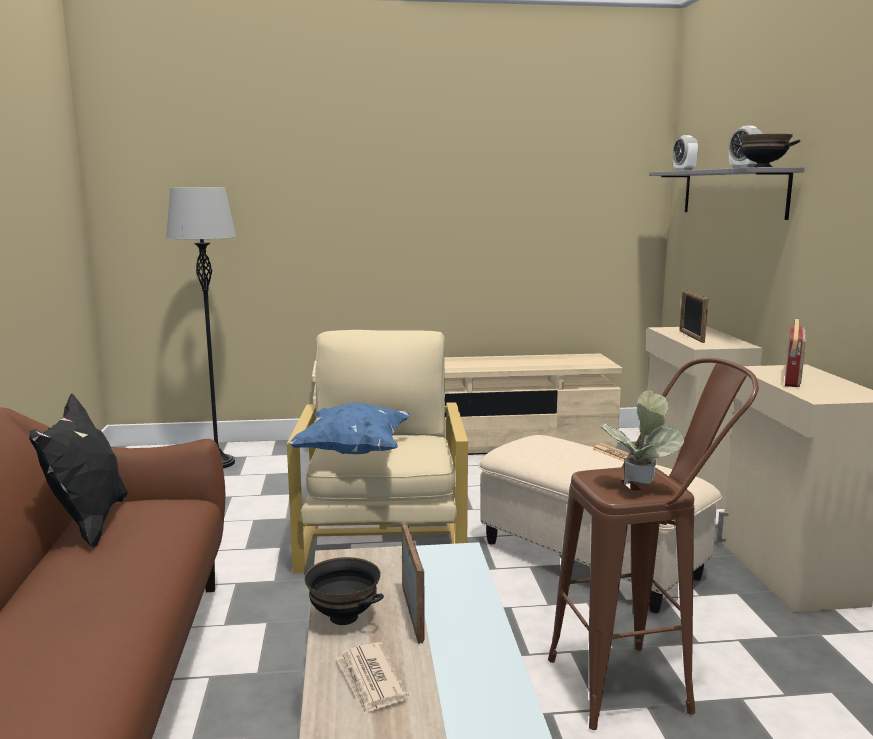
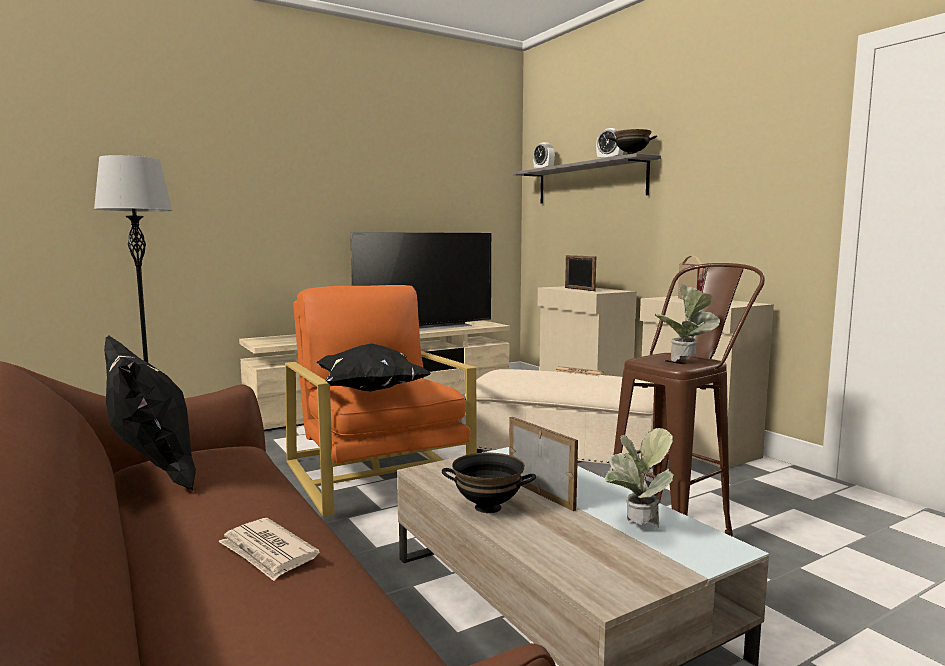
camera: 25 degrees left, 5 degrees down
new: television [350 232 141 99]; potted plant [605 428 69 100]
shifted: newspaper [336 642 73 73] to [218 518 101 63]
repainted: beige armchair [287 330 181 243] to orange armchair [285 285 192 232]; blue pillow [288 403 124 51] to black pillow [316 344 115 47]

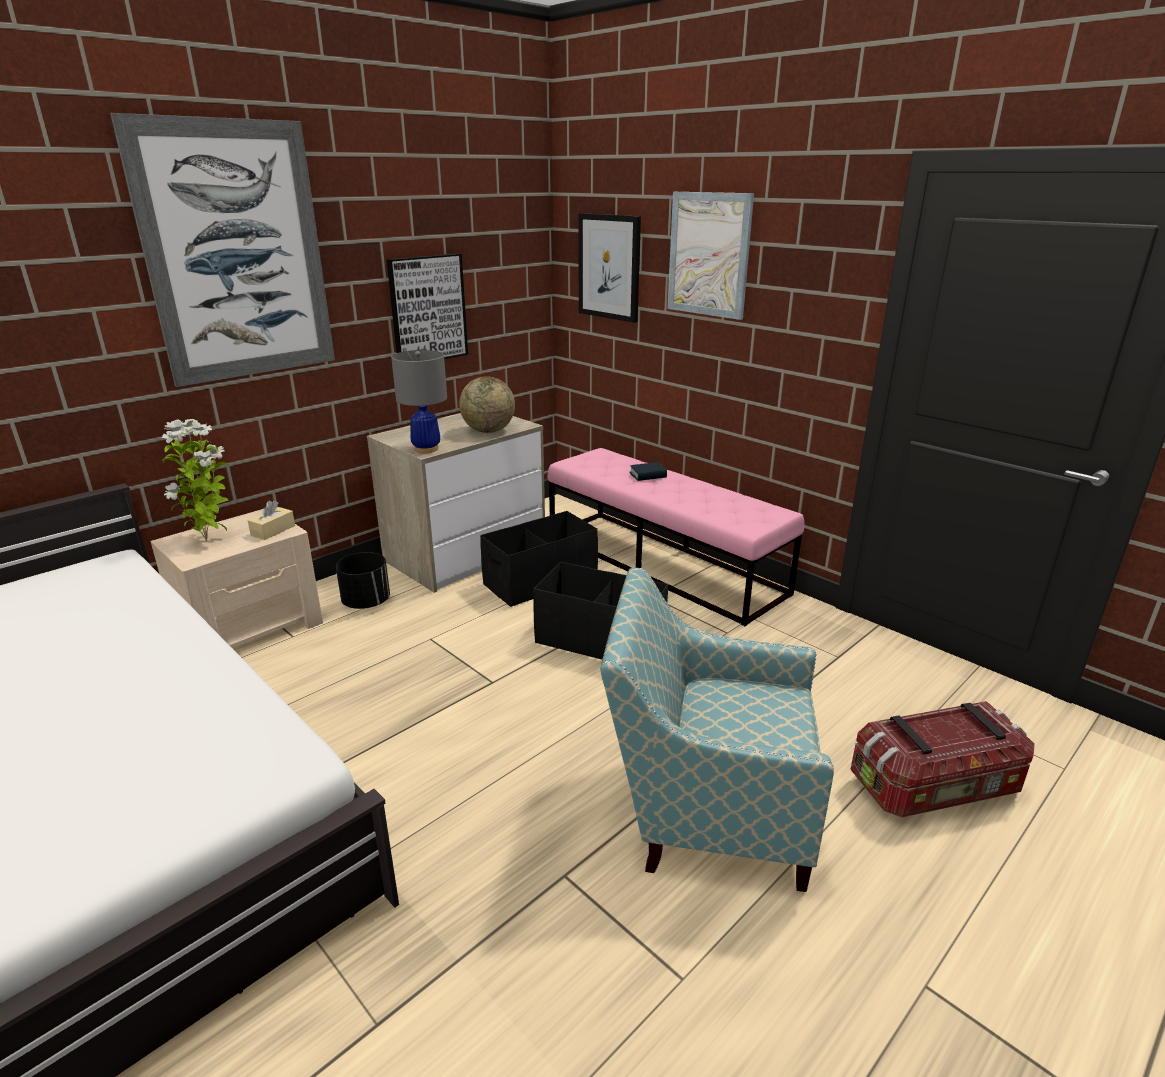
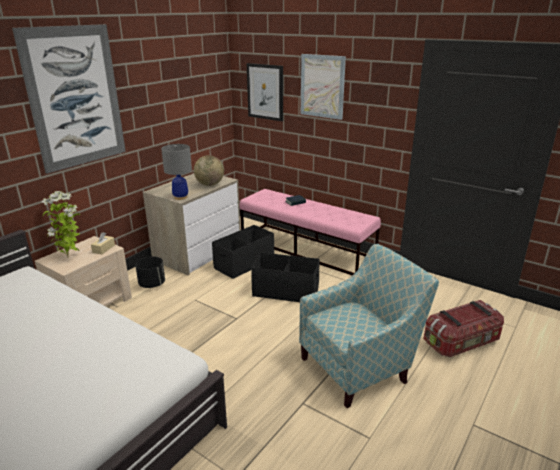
camera: 10 degrees left, 0 degrees up
gone: picture [387 253 81 106]
rotated: armchair [600 567 234 325] = [299 244 140 164] 150 degrees clockwise

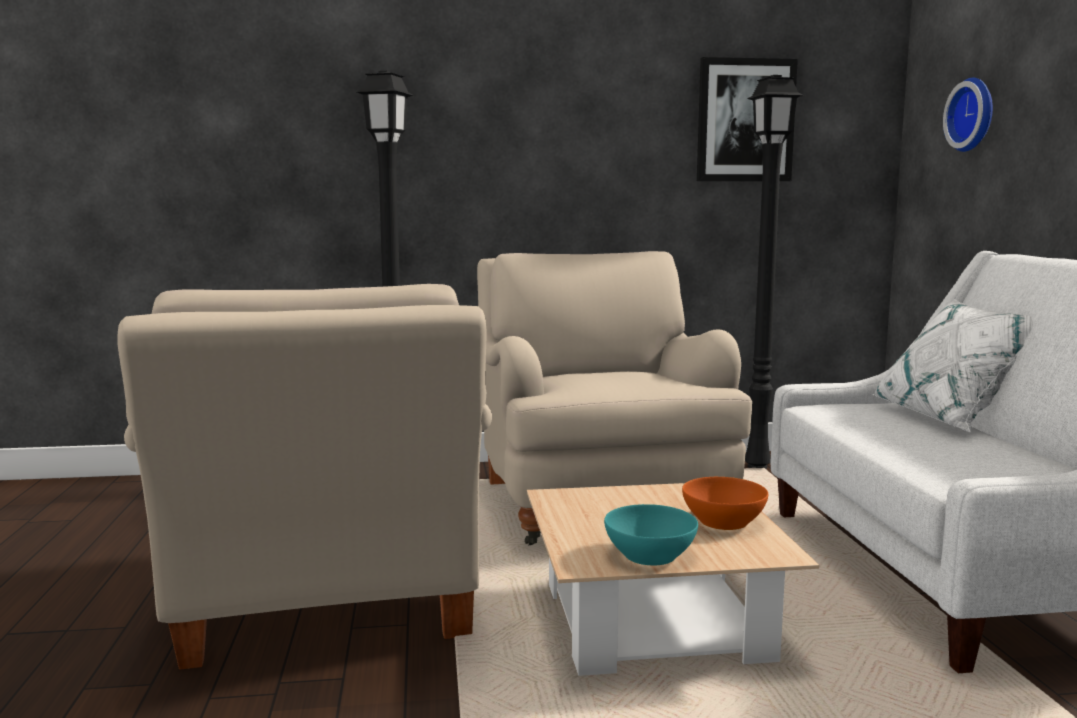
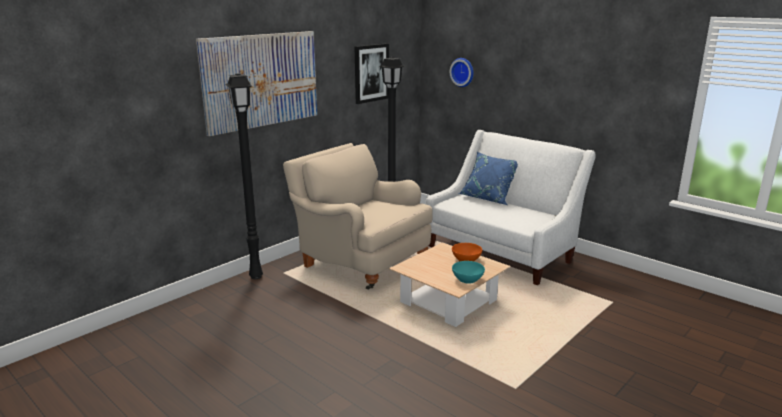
camera: 40 degrees left, 10 degrees up
gone: beige armchair [117 284 375 386]
new: picture [196 31 121 105]
repainted: white pillow [873 299 160 133] to blue pillow [458 152 60 53]

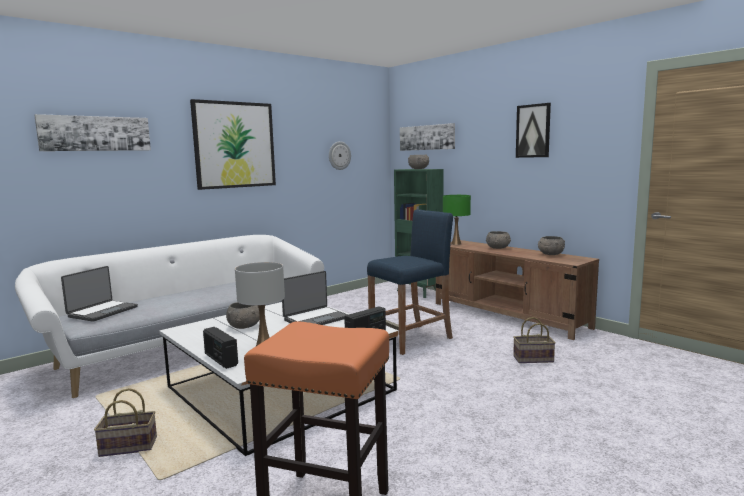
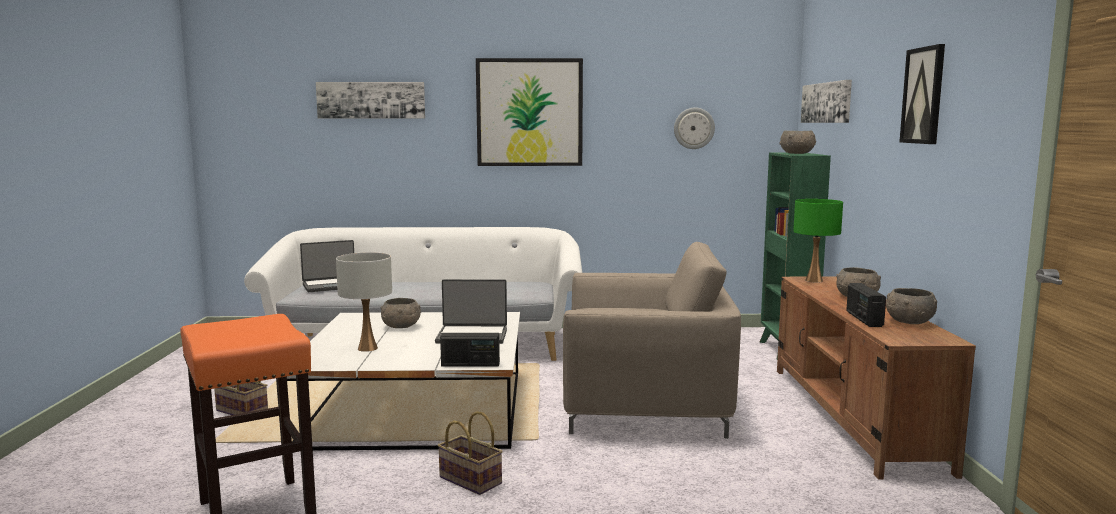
camera: 40 degrees right, 0 degrees up
shifted: radio [203 327 35 42] to [846 283 40 44]; basket [513 317 43 46] to [438 411 65 84]
swapped: blue stool [367 209 86 146] to beige armchair [563 242 178 197]

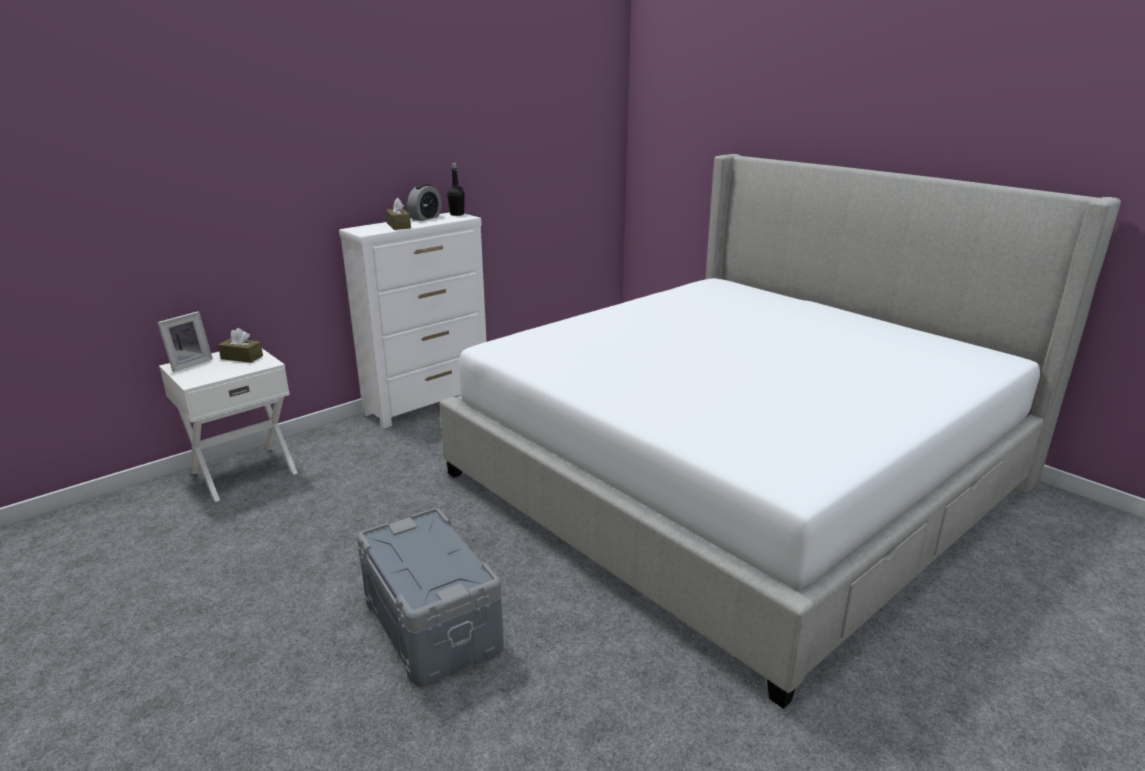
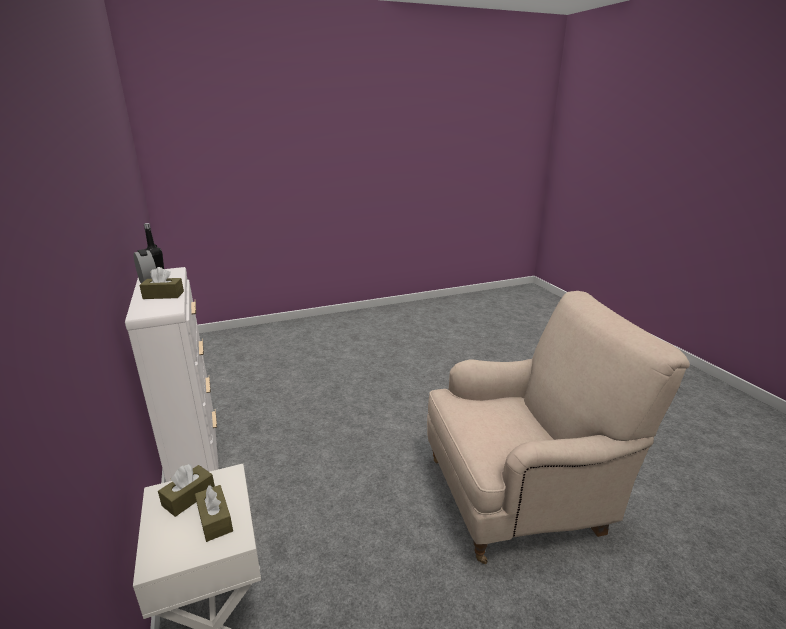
camera: 70 degrees left, 0 degrees up
gone: picture frame [157 311 56 61]; bed [439 154 682 555]
new: brown tissue box [195 485 38 57]
swapped: grey storage box [357 508 147 179] to beige armchair [427 291 263 273]

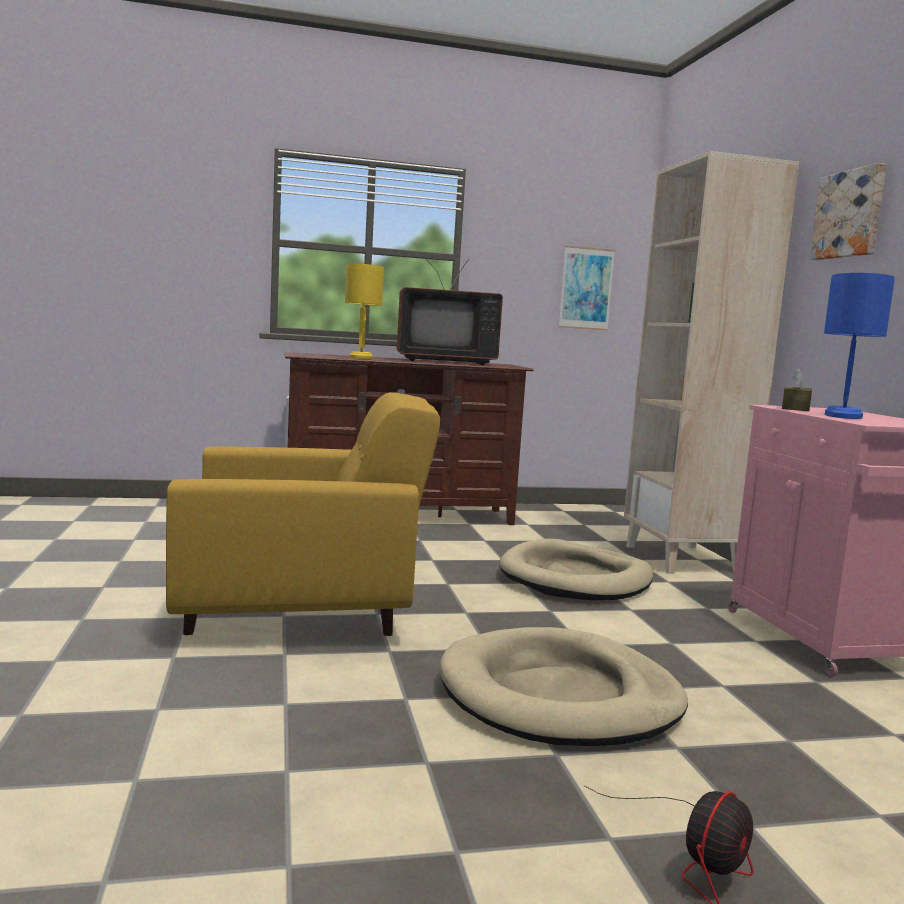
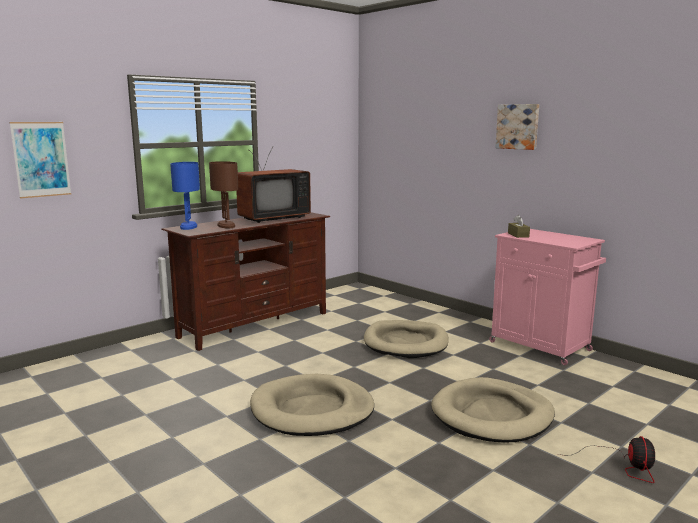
camera: 30 degrees left, 5 degrees up
gone: beige bookcase [624 151 175 423]
shifted: picture [559 246 56 85] to [10 122 61 77]; blue table lamp [824 273 71 146] to [171 162 29 68]
swapped: yellow armchair [166 392 274 244] to beige dog bed [250 374 124 62]
repainted: yellow table lamp [345 263 39 96] to brown table lamp [209 161 29 67]

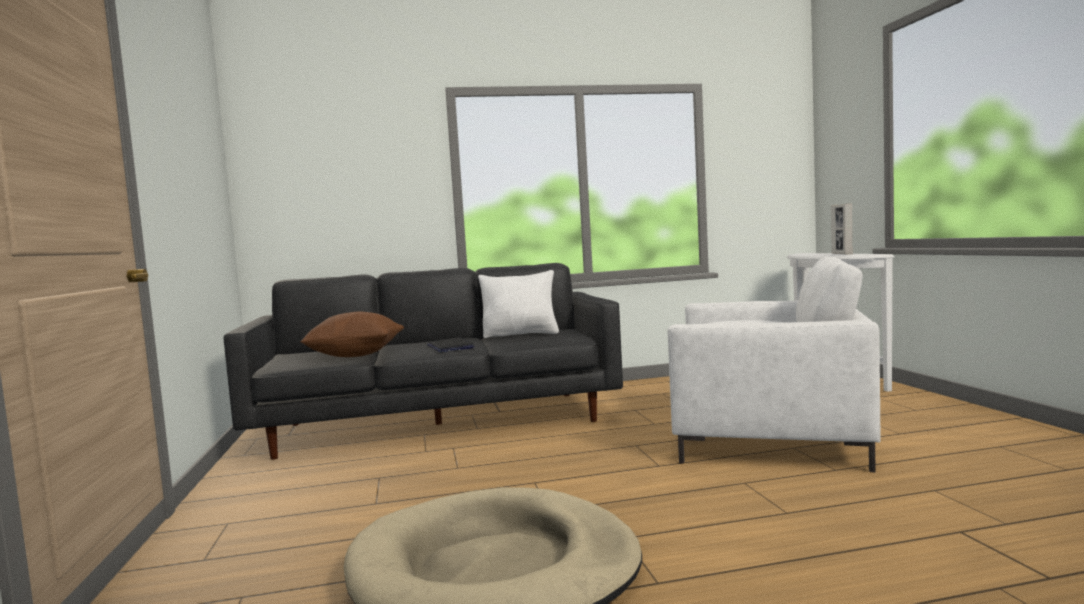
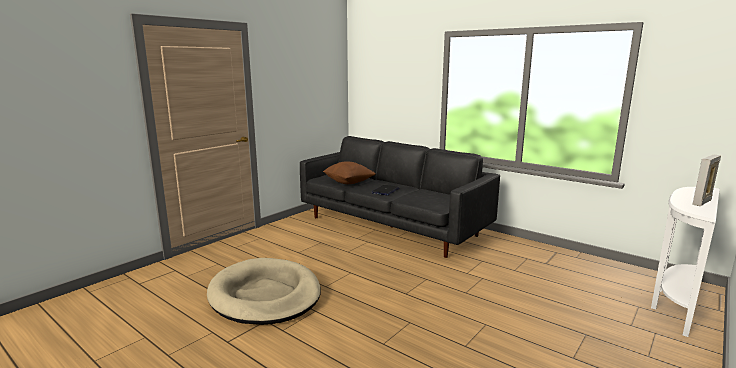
camera: 50 degrees right, 10 degrees up
gone: white pillow [478 270 81 68]; white armchair [667 257 214 215]

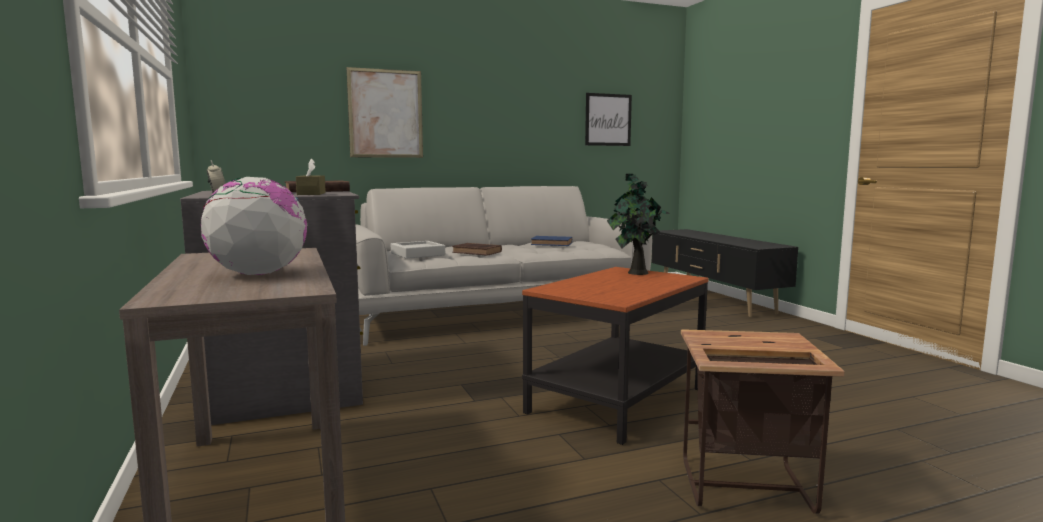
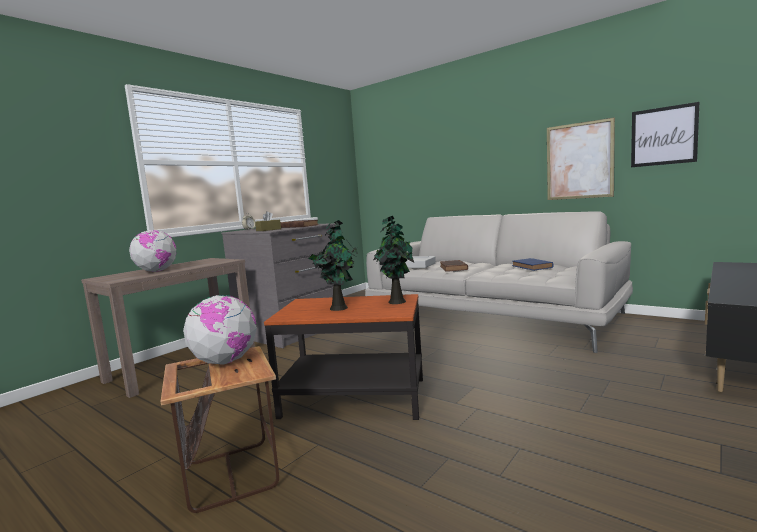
camera: 60 degrees right, 0 degrees up
new: globe [183 295 74 70]; potted plant [308 220 50 91]
shifted: picture [346 67 77 91] to [547 117 68 83]

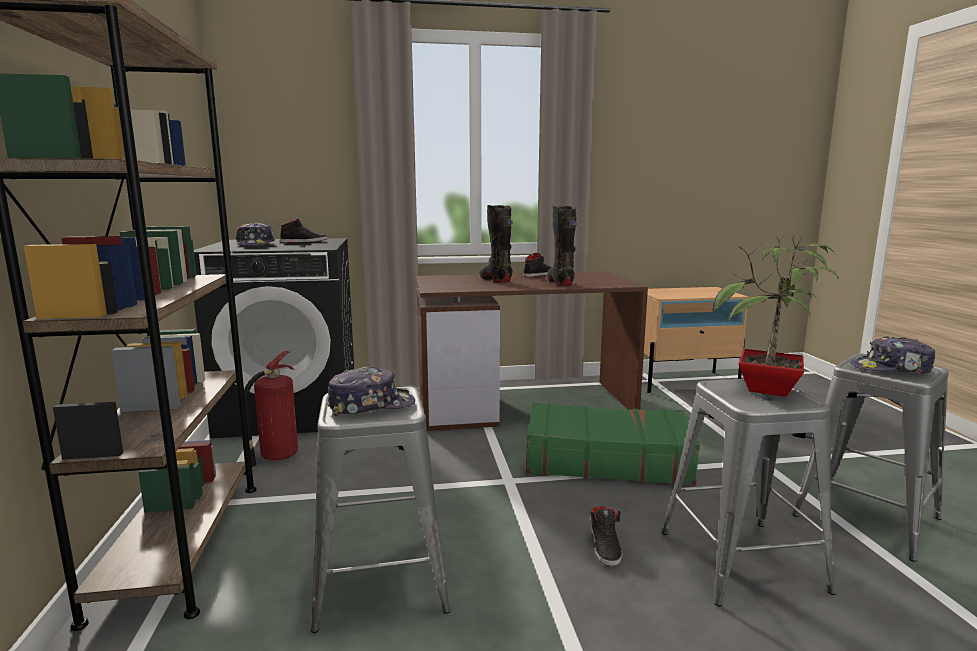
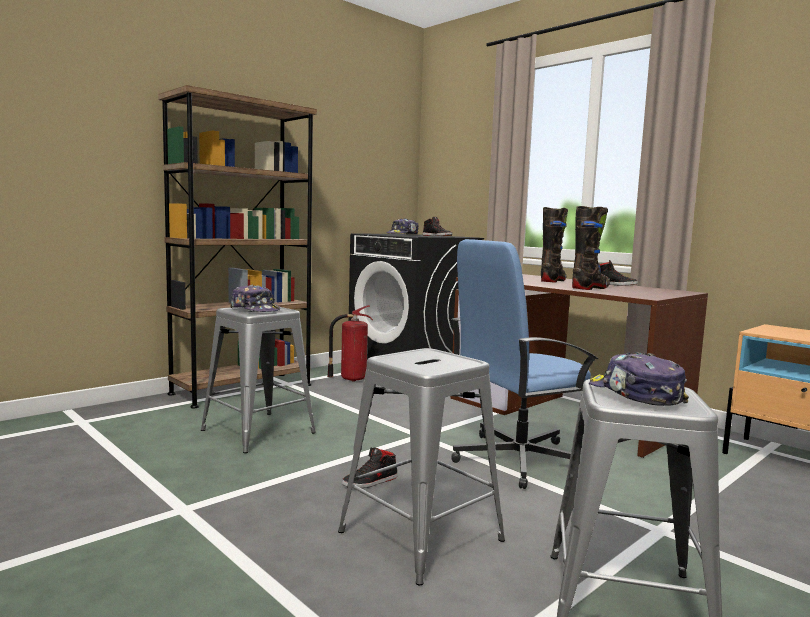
camera: 55 degrees right, 5 degrees down
gone: potted plant [713 235 126 162]
swapped: green suitcase [526 403 174 82] to blue office chair [451 239 147 250]

